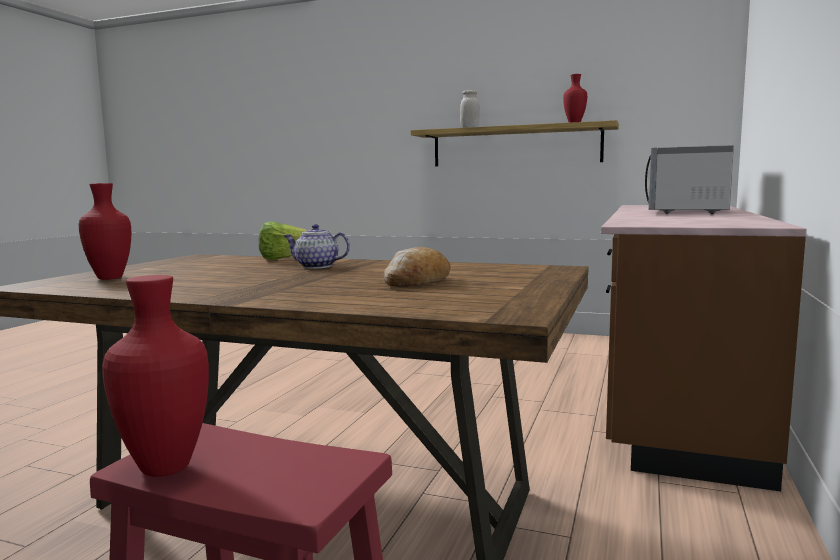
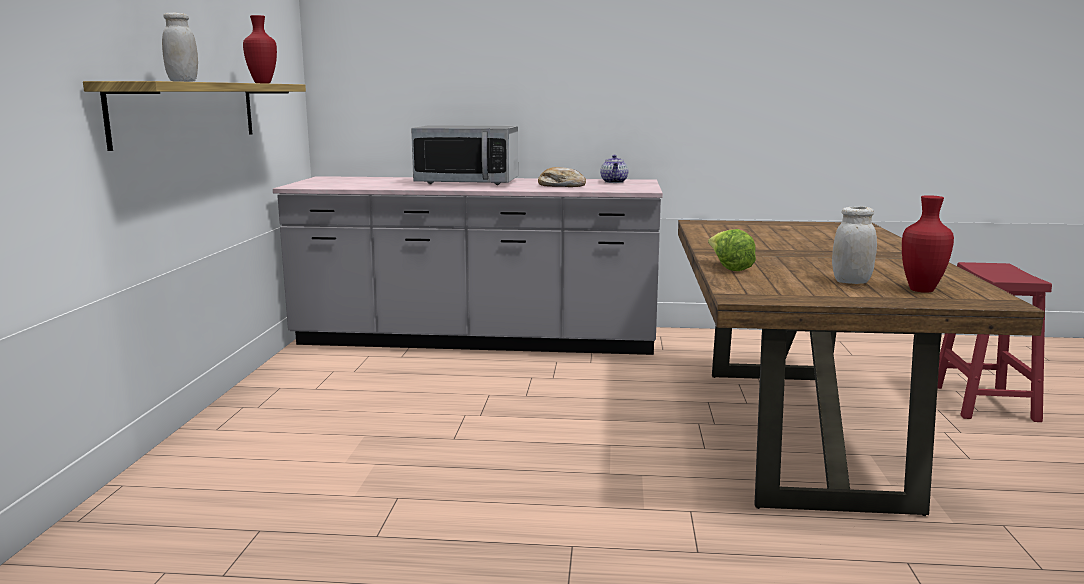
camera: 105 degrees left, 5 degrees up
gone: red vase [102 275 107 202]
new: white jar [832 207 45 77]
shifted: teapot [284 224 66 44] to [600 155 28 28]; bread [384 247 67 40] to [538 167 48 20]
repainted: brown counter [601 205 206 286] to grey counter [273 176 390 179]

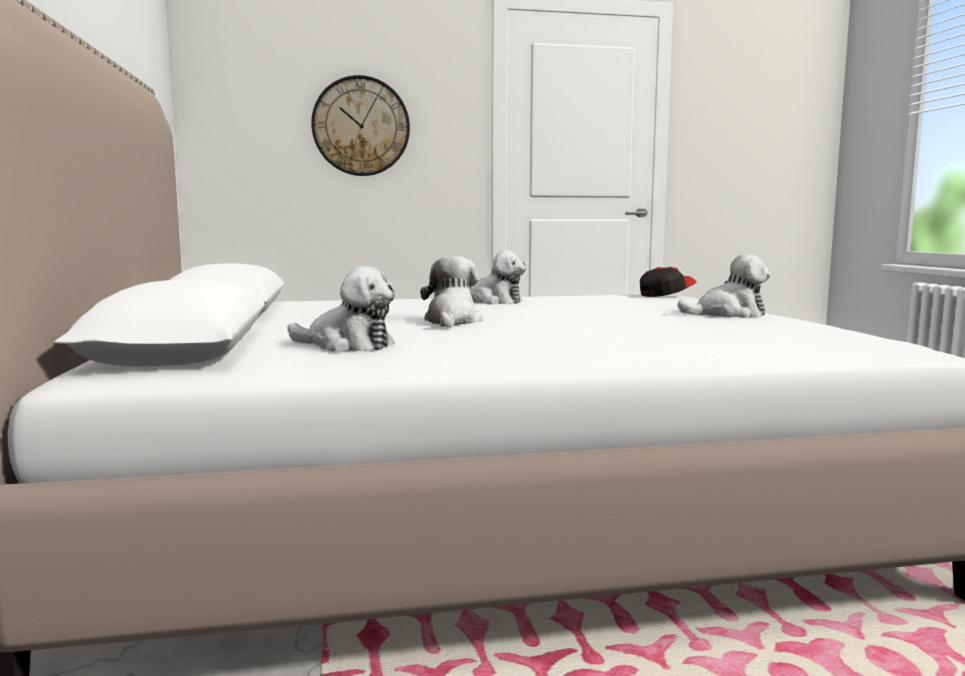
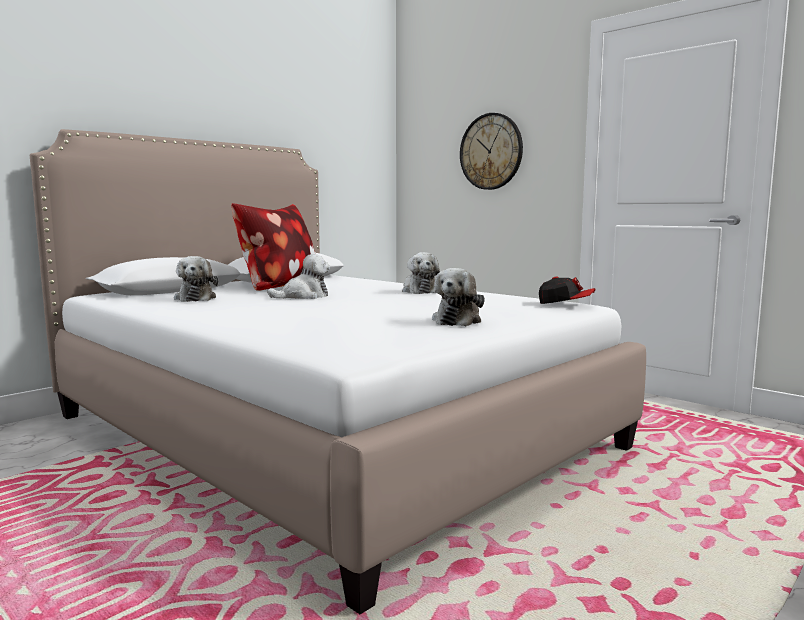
camera: 55 degrees right, 0 degrees up
new: pillow [231 203 84 88]
rotated: plush toy [678 254 93 64] = [432 268 53 58] 60 degrees clockwise

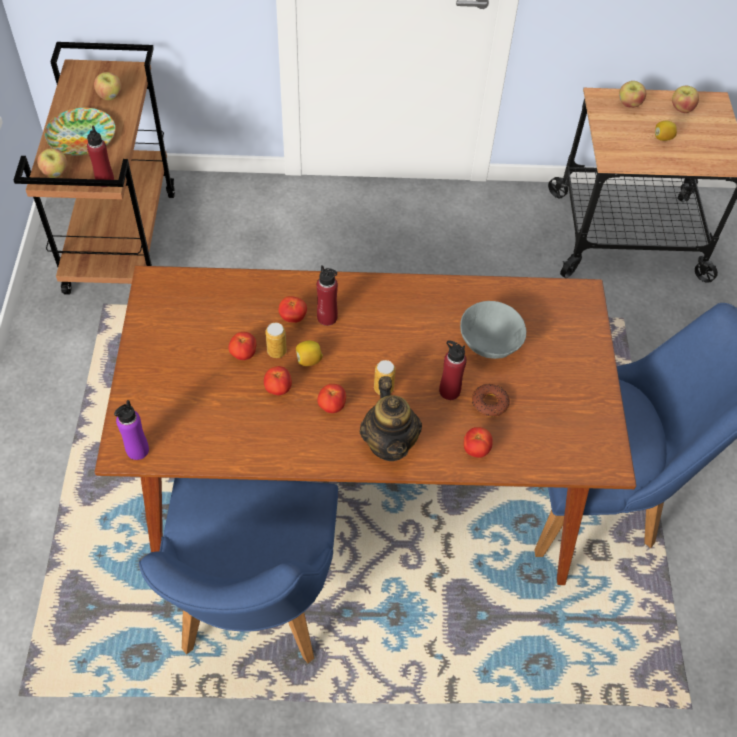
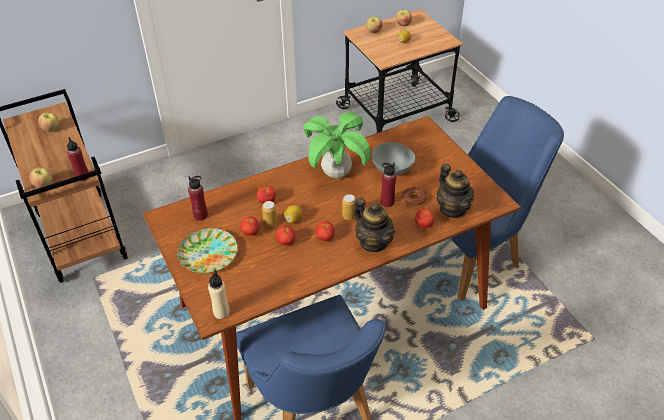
camera: 25 degrees left, 10 degrees down
new: potted plant [304 111 66 67]; teapot [437 164 37 54]
shifted: plate [45 108 71 48] to [177 228 61 45]; red bottle [317 265 21 61] to [188 176 20 45]
repainted: purple bottle [114 400 35 60] to beige bottle [208 270 22 49]

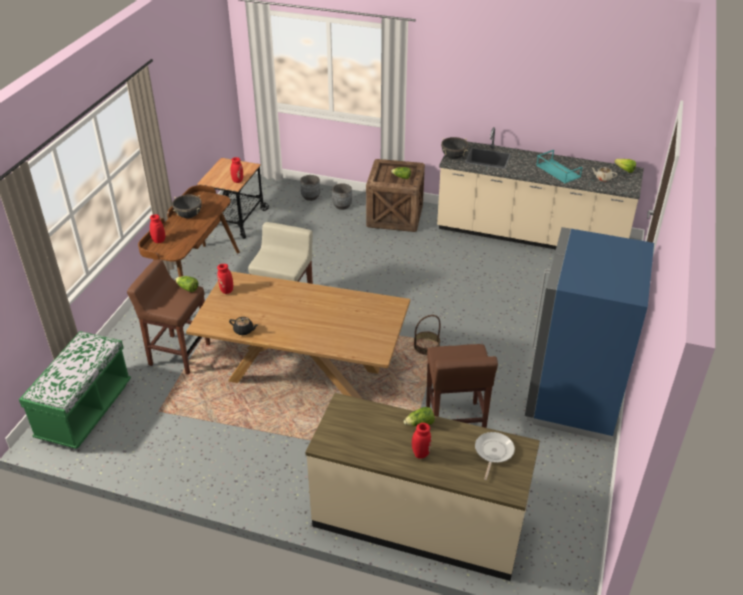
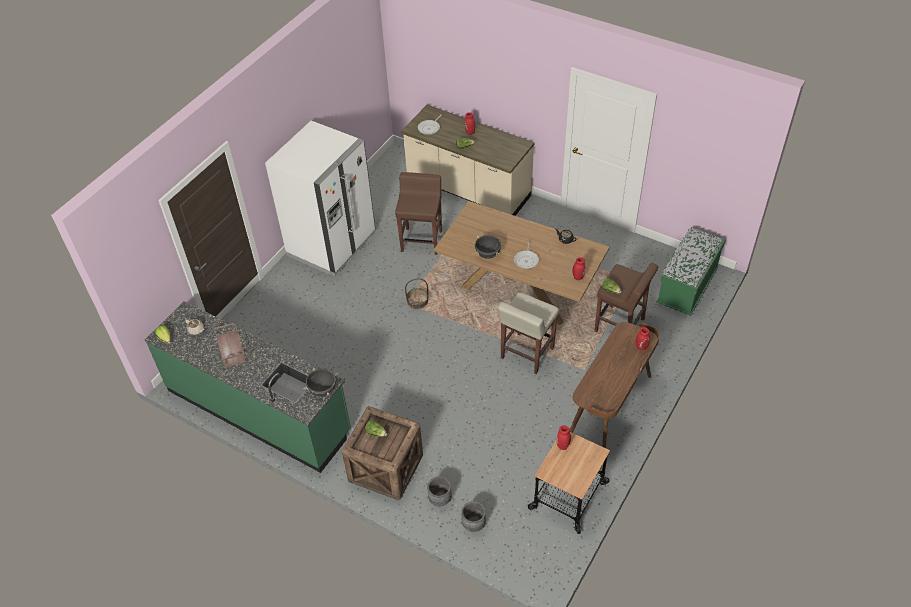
camera: 165 degrees left, 10 degrees up
new: frying pan [514 241 25 28]
shifted: black cooking pot [172 195 30 23] to [475 235 26 24]
repainted: beige counter [437 127 207 122] to green counter [145 301 206 172]; blue fridge [525 227 129 215] to white fridge [265 121 110 155]; turquoise tray [536 150 46 33] to brown tray [214 322 33 46]

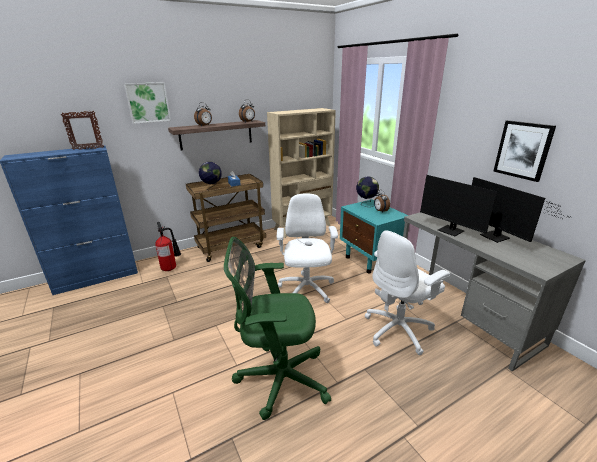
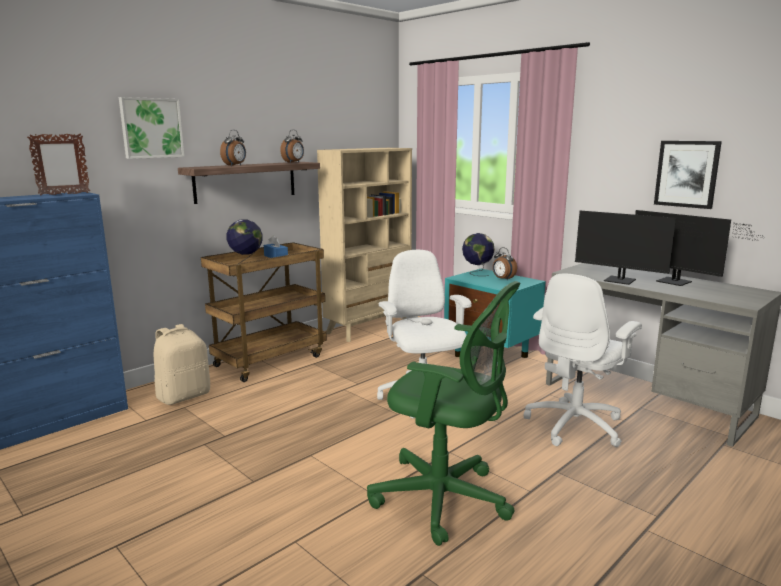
camera: 15 degrees left, 10 degrees down
swapped: fire extinguisher [155 222 26 49] to beige backpack [154 324 56 81]
rotated: green office chair [224 237 107 183] = [367 281 153 265] 135 degrees counterclockwise

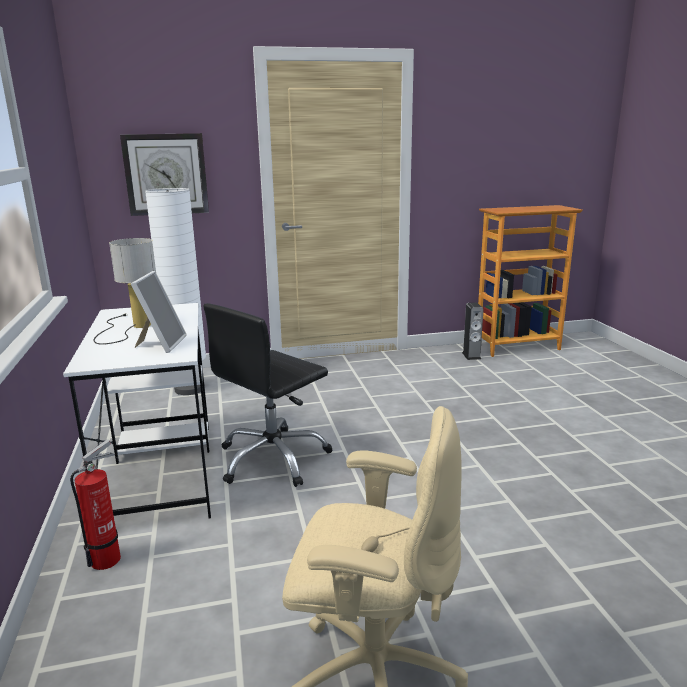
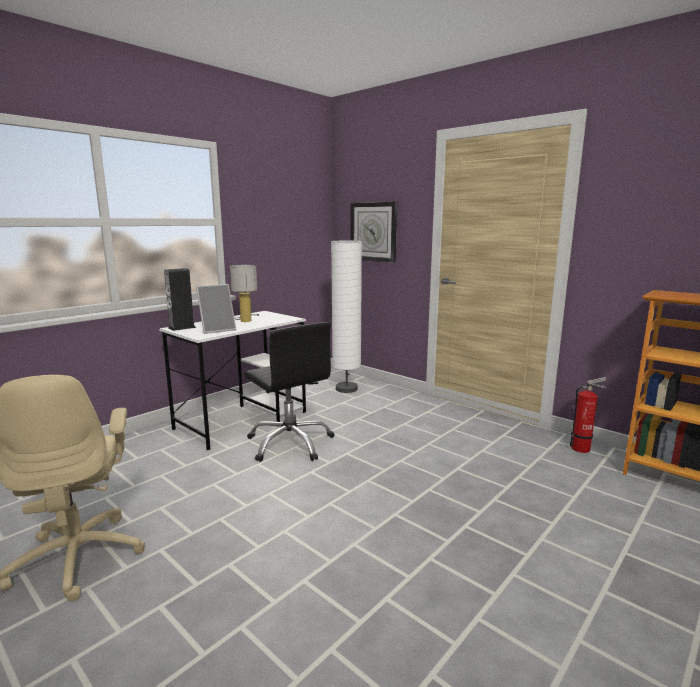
camera: 55 degrees right, 5 degrees down
shifted: fire extinguisher [70 439 51 131] to [570 377 36 76]; speaker [462 303 22 57] to [164 268 32 63]
rotated: black office chair [203 303 129 184] = [244 322 91 140] 135 degrees counterclockwise

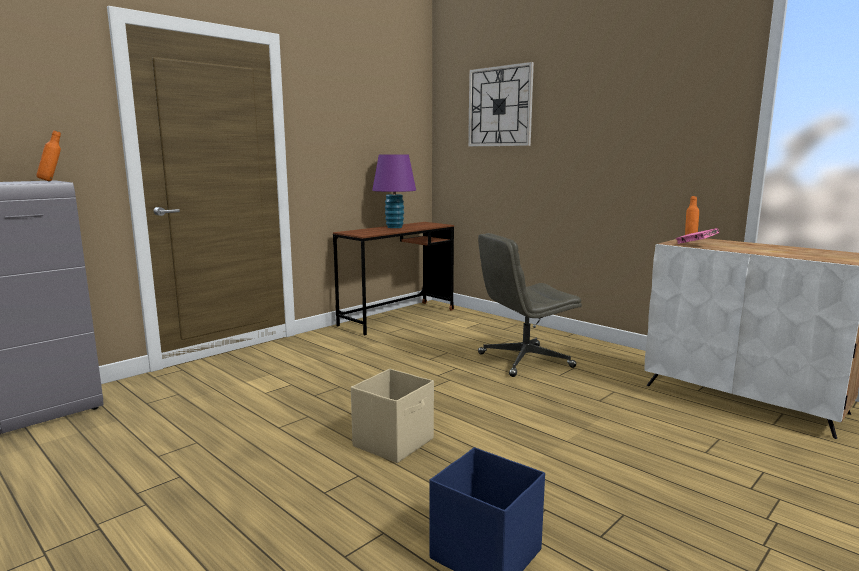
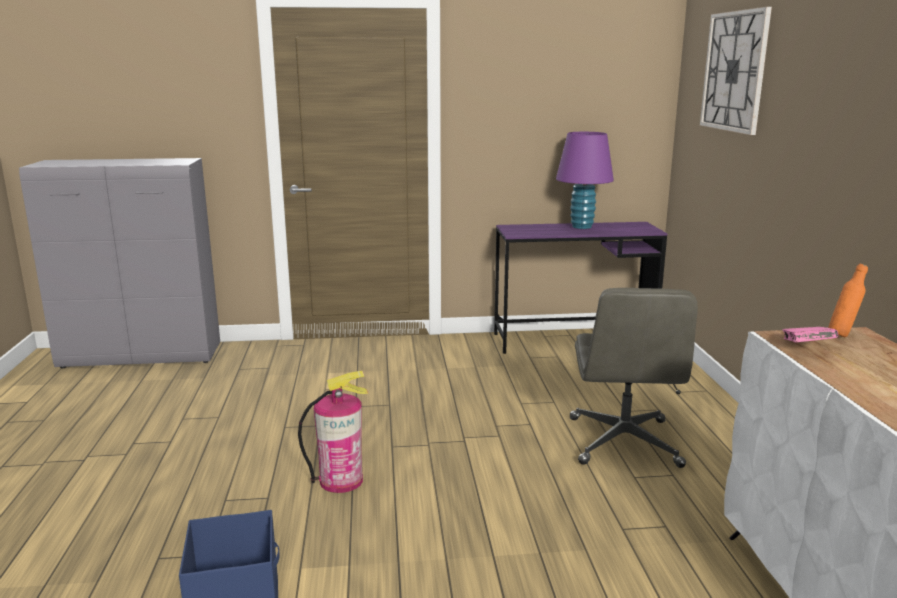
camera: 40 degrees right, 5 degrees up
gone: orange bottle [36 130 25 52]
swapped: beige storage box [351 369 83 94] to fire extinguisher [298 371 70 122]
repainted: brown desk [333 222 121 113] to purple desk [494 222 173 132]
rotated: grey office chair [478 233 104 144] = [570 288 128 180] 105 degrees counterclockwise

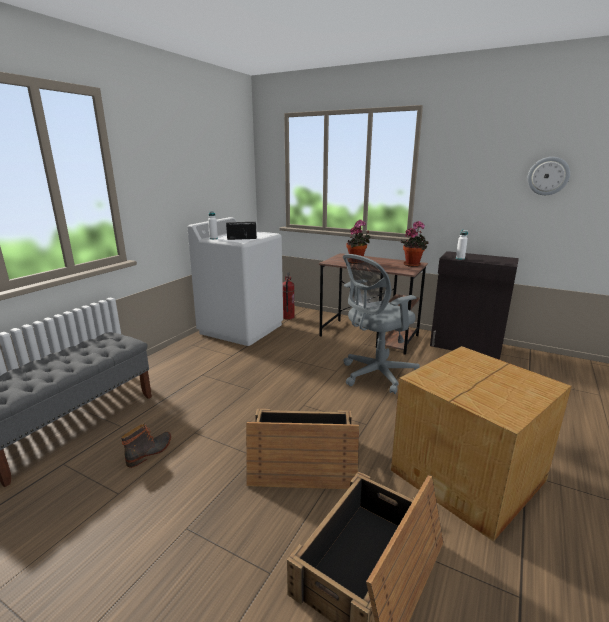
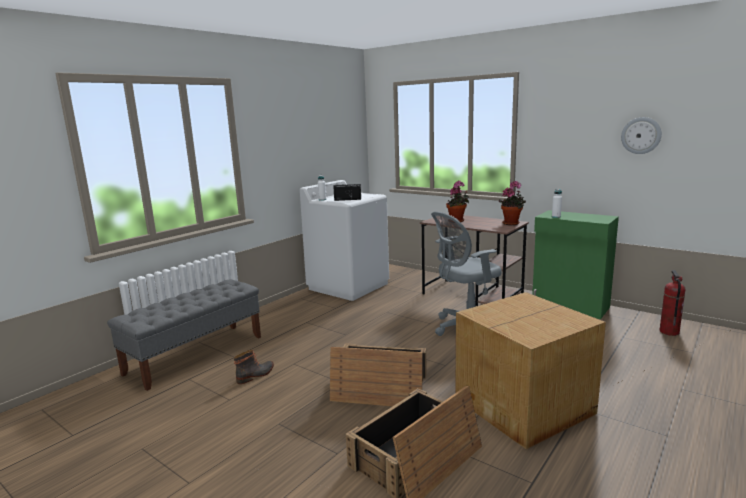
camera: 10 degrees right, 5 degrees down
shifted: fire extinguisher [283 272 11 48] to [660 270 26 66]
repainted: black cabinet [430 251 89 109] to green cabinet [532 210 87 109]

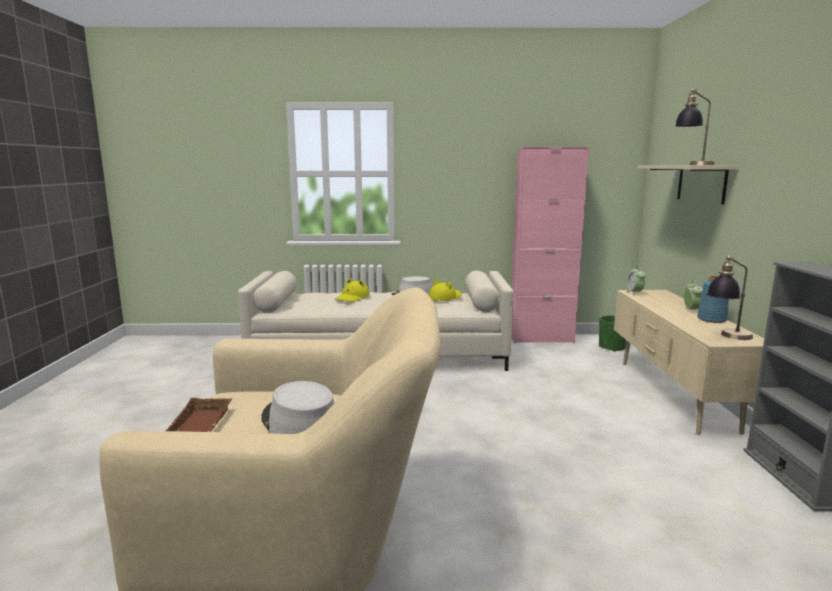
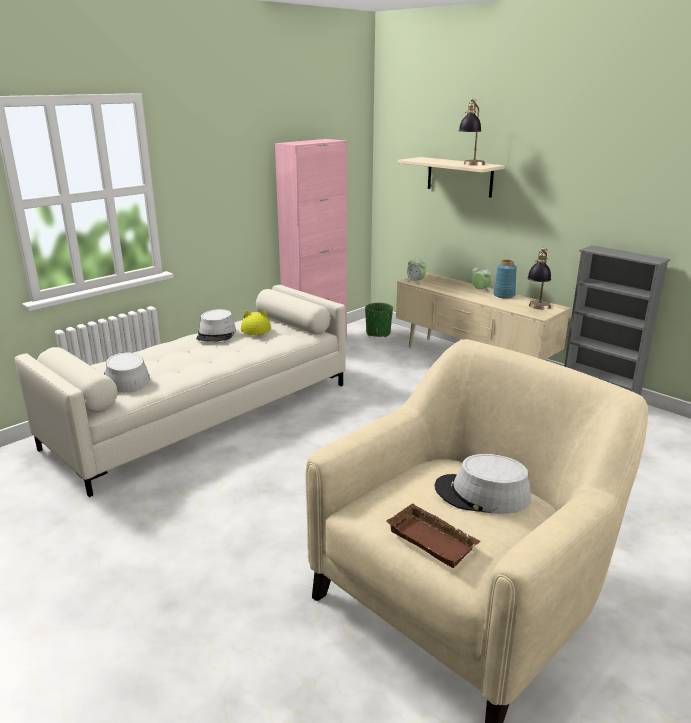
camera: 45 degrees left, 10 degrees up
gone: yellow hat [335 278 35 24]
new: grey hat [104 352 46 40]

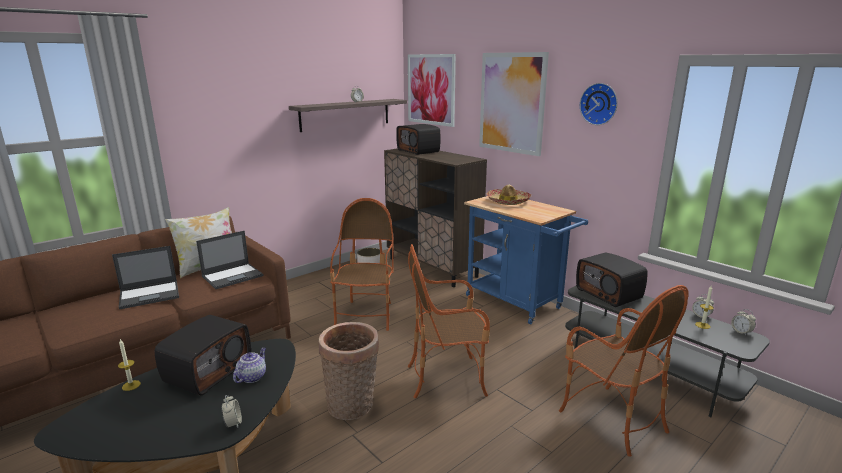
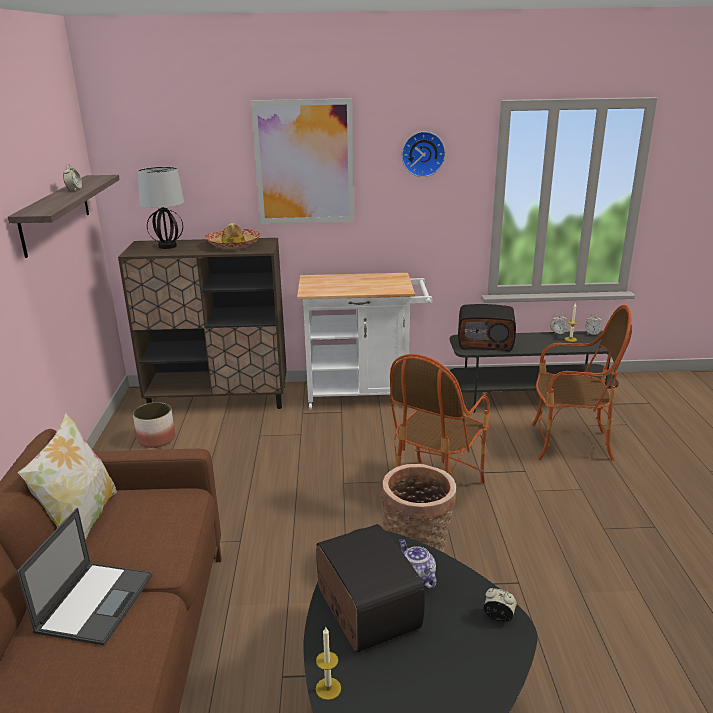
camera: 50 degrees left, 5 degrees up
gone: laptop [196 231 67 58]; armchair [330 198 64 133]; picture [408 54 48 73]
shifted: hat [487 185 44 20] to [205 223 56 26]
swapped: radio [396 124 45 31] to table lamp [138 167 46 82]
repainted: blue cart [464 196 124 128] to white cart [297 273 136 137]

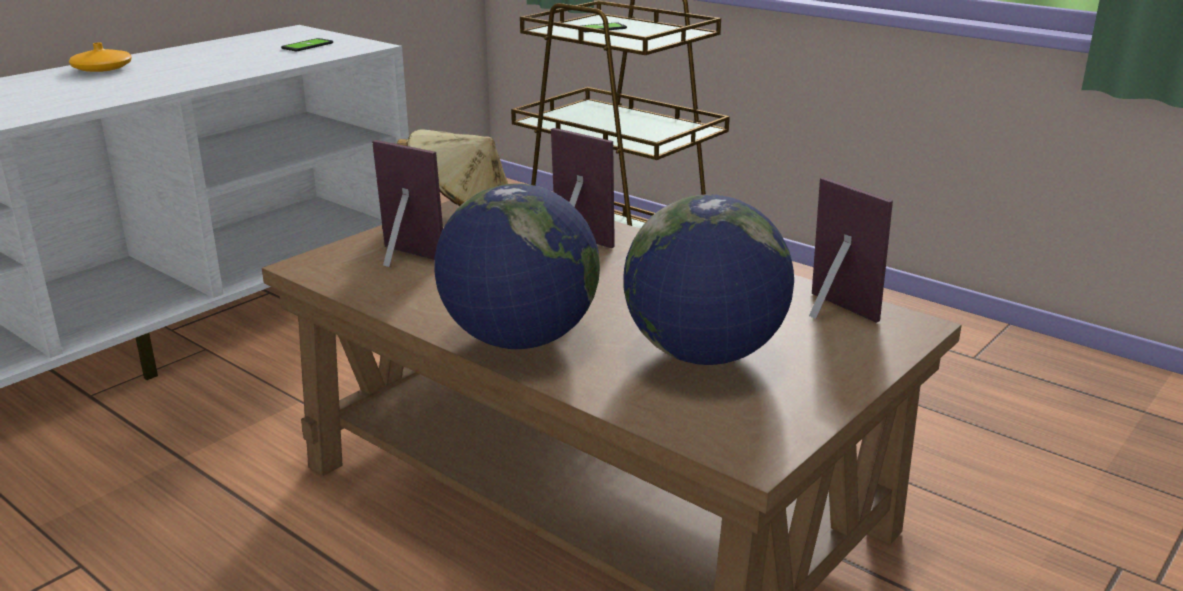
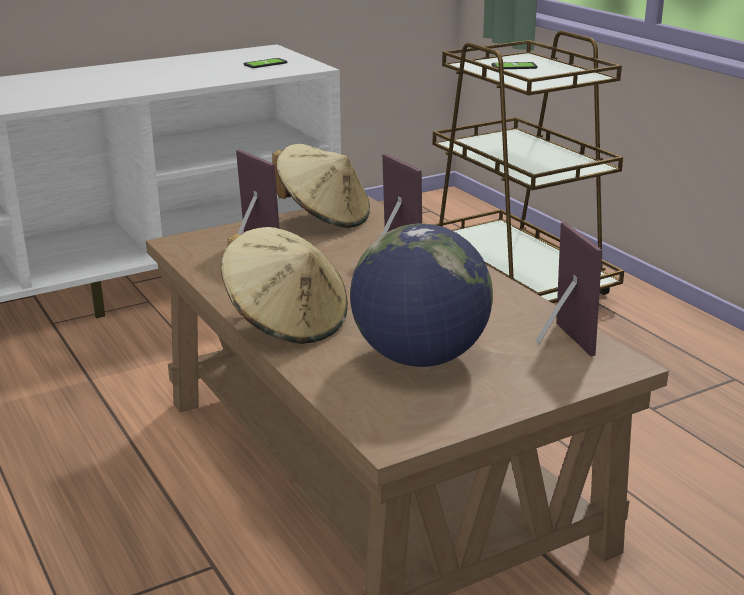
camera: 20 degrees right, 0 degrees up
gone: orange vase [69 43 63 29]
swapped: globe [434 183 166 166] to beige hat [221 227 127 117]

